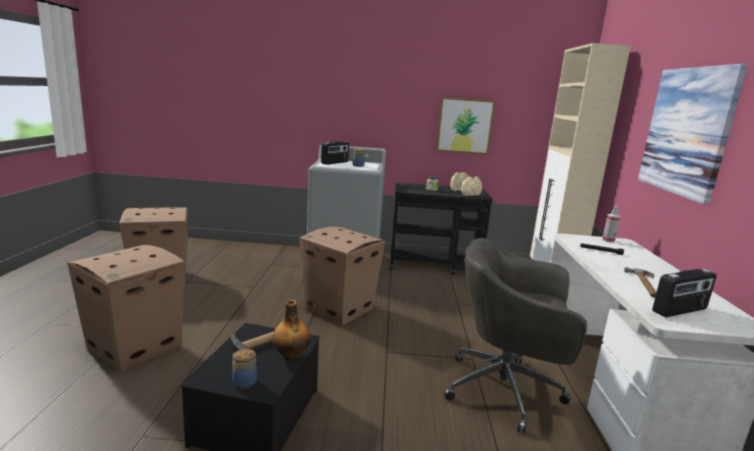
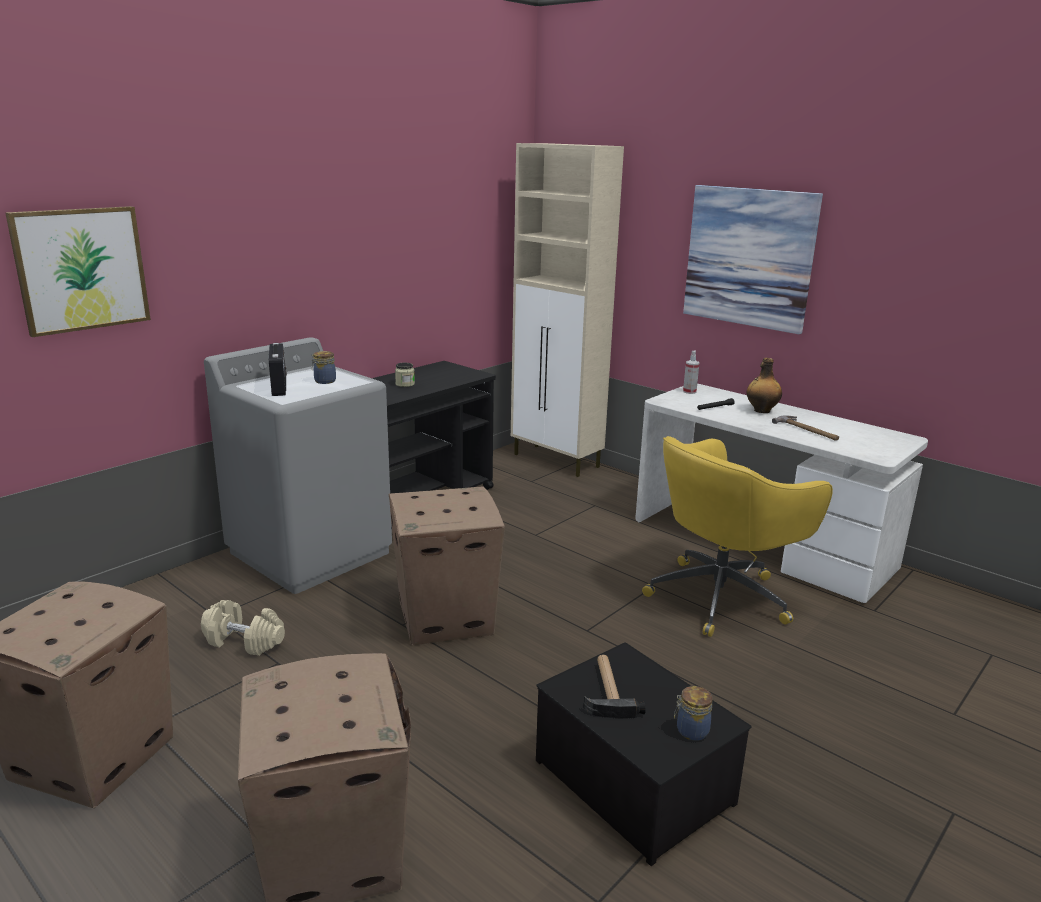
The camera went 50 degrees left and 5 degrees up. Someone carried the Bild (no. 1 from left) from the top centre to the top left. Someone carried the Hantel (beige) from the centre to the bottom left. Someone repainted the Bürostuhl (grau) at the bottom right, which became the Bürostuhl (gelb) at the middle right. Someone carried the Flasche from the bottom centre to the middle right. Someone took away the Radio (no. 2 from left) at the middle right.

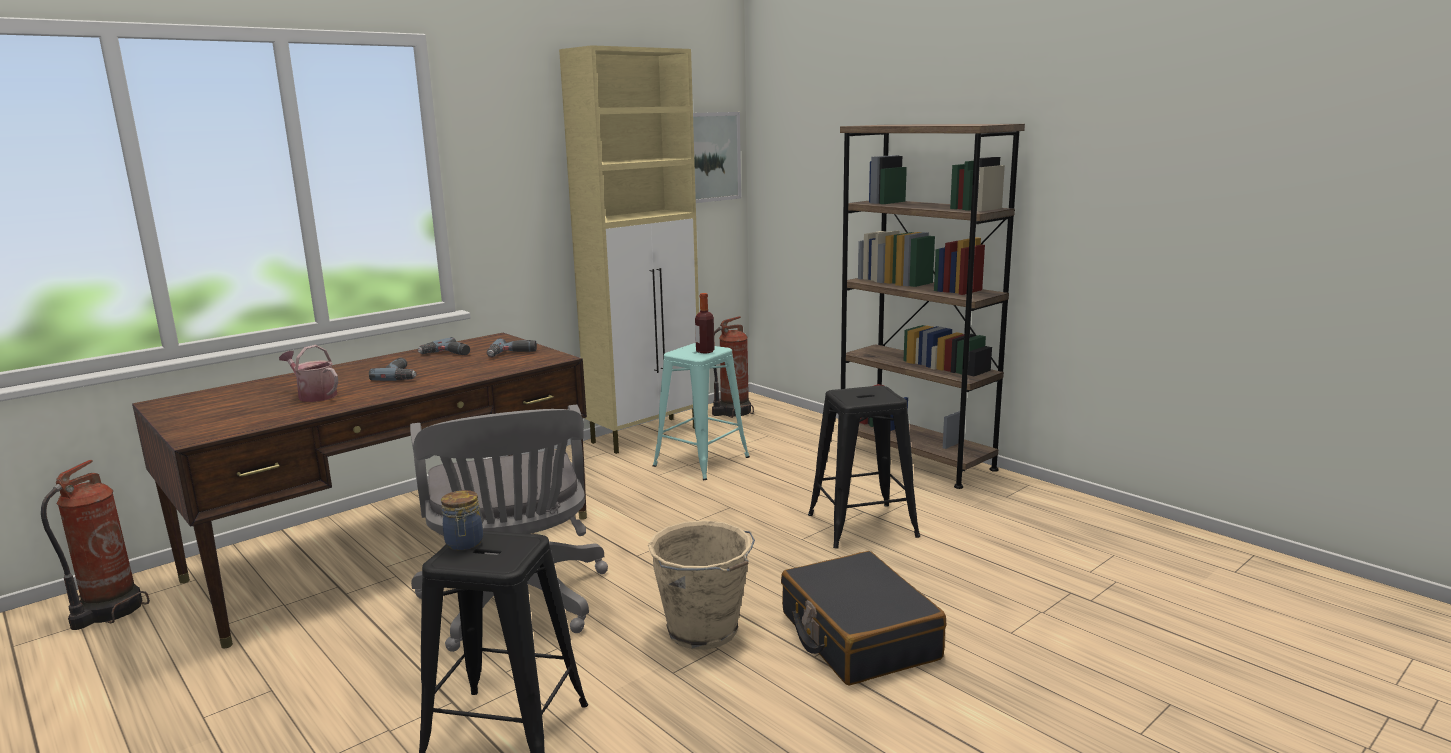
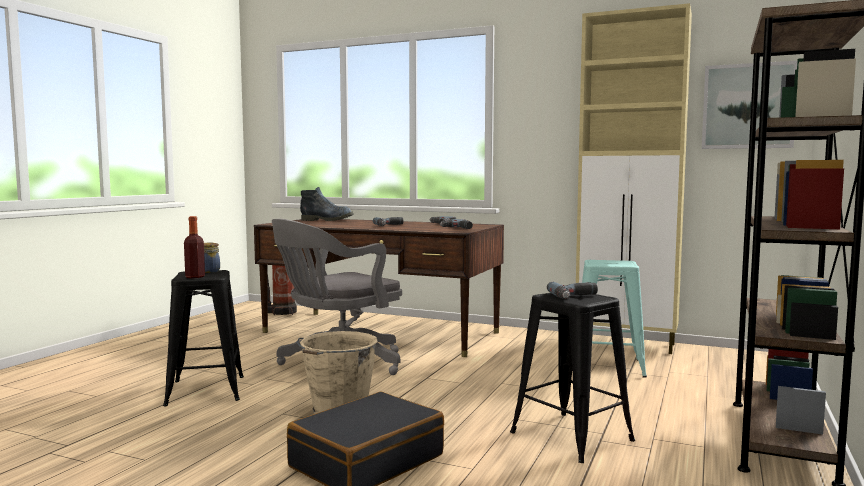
The camera went 65 degrees right and 10 degrees down. Someone carried the Flasche from the centre to the middle left. Someone put down the Stiefel at the centre. Someone put down the Bohrmaschine (no. 4 from left) at the centre. Someone took away the Gießkanne at the middle left. Someone took away the Feuerlöscher (no. 2 from left) at the centre.

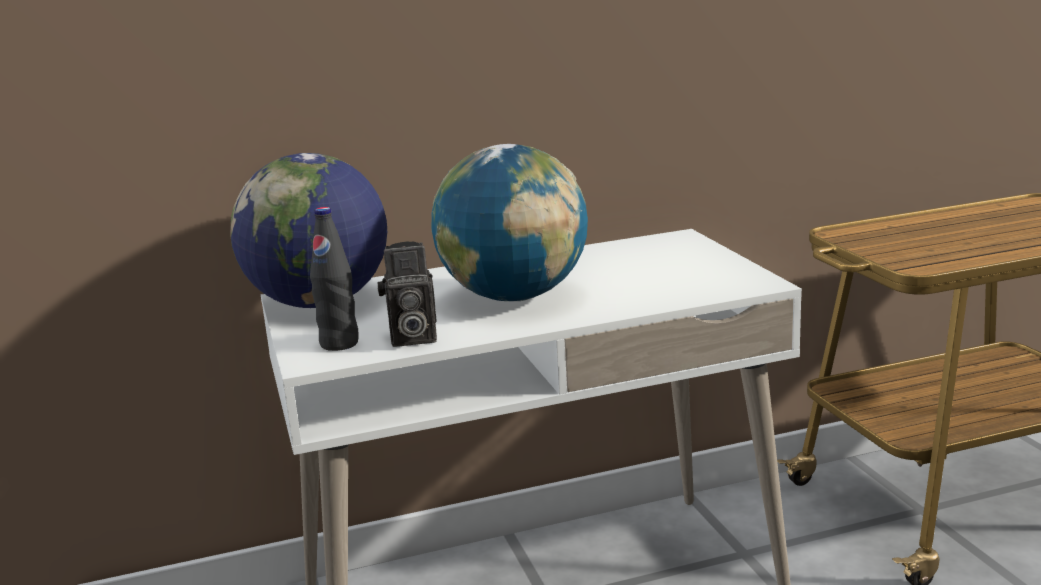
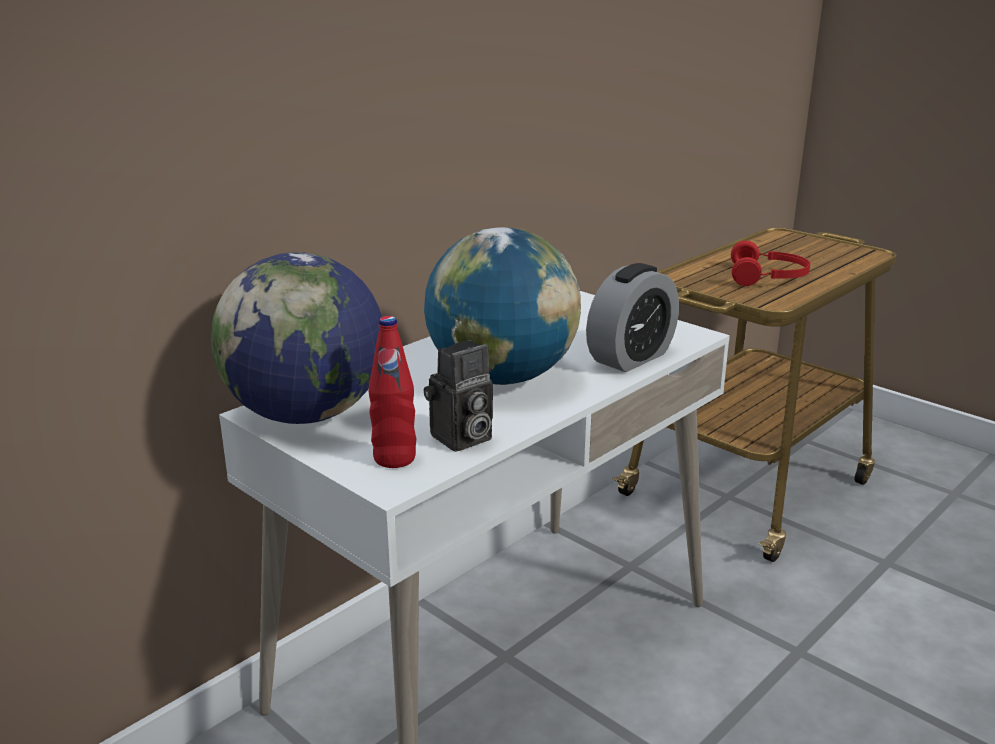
The camera went 30 degrees left and 5 degrees up. Someone repainted the Flasche (schwarz) at the middle left, which became the Flasche (rot) at the centre. Someone put down the Wecker at the centre. Someone put down the Kopfhörer (rot) at the middle right.

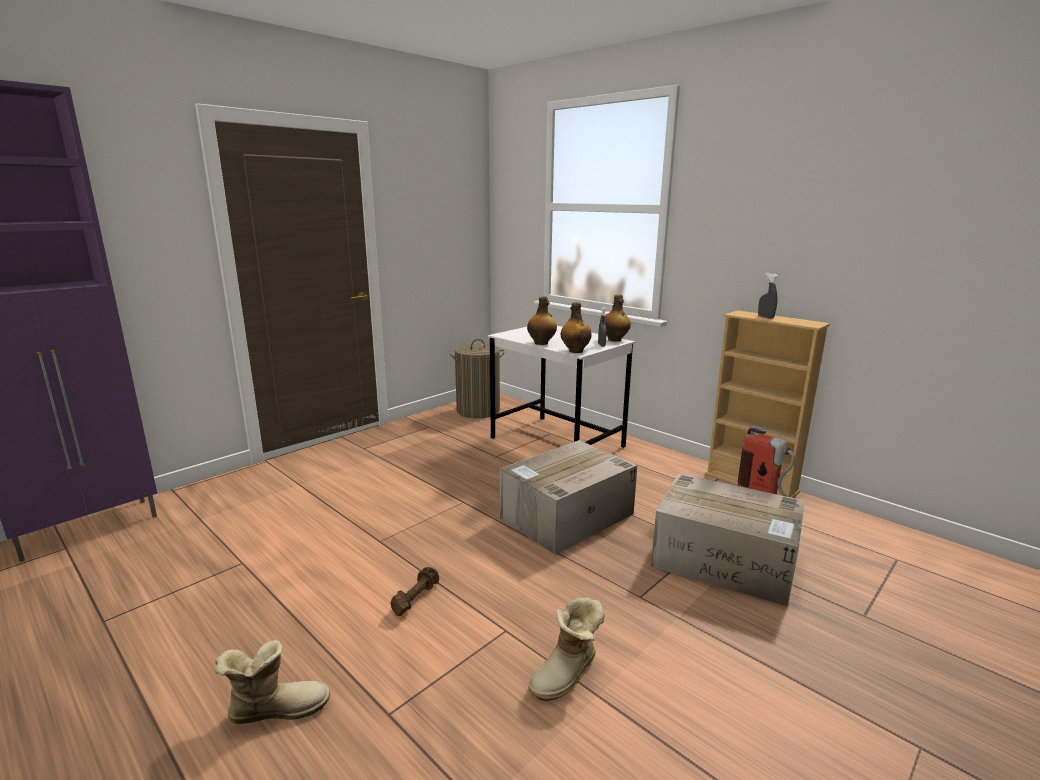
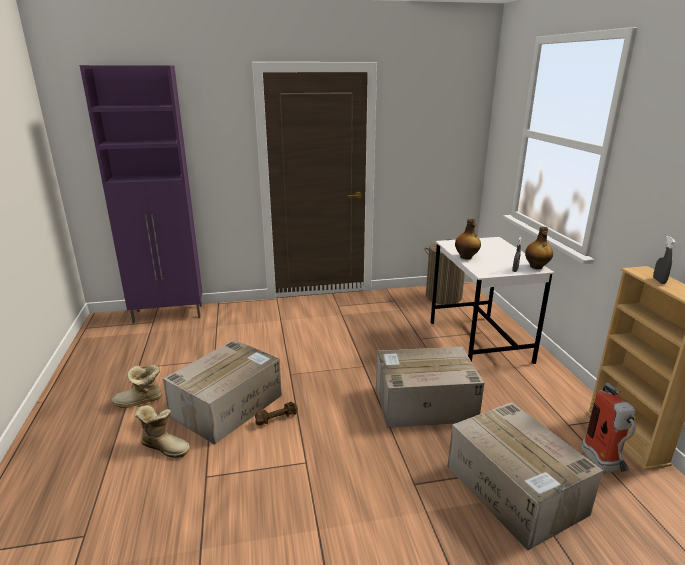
The camera went 35 degrees right and 5 degrees up. Someone carried the Stiefel (no. 2 from left in the first image) from the bottom centre to the bottom left. Someone put down the Karton (no. 1 from left) at the bottom left. Someone took away the Flasche (no. 2 from left) at the centre.

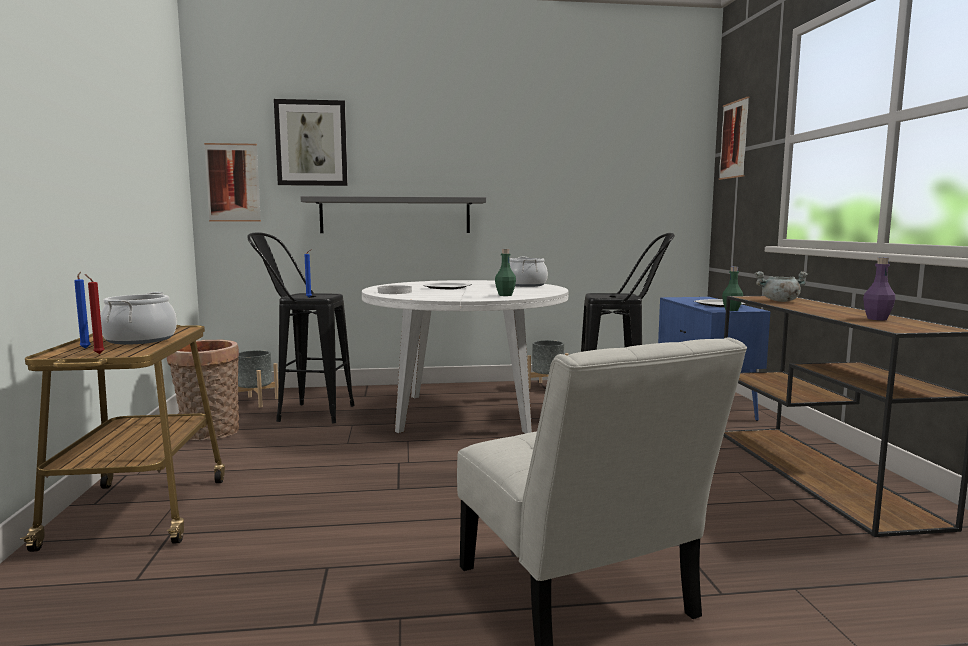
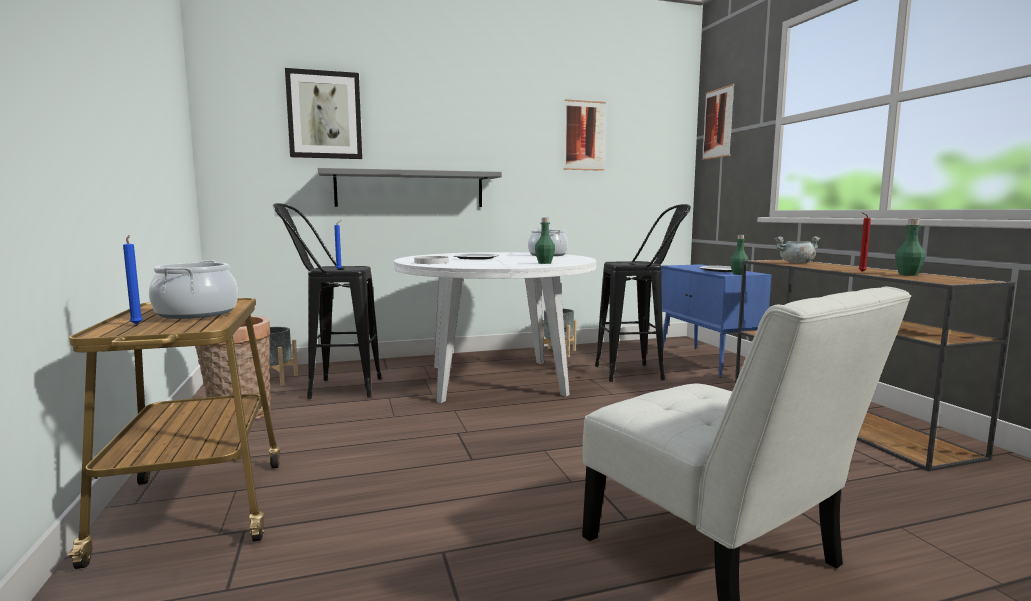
The camera went 10 degrees left and 0 degrees up. Someone carried the Bild (no. 1 from left in the first image) from the top left to the top centre. Someone carried the Kerze (rot) from the middle left to the middle right. Someone repainted the Flasche (lila) at the middle right, which became the Flasche (grün) (no. 3 from left) at the middle right.

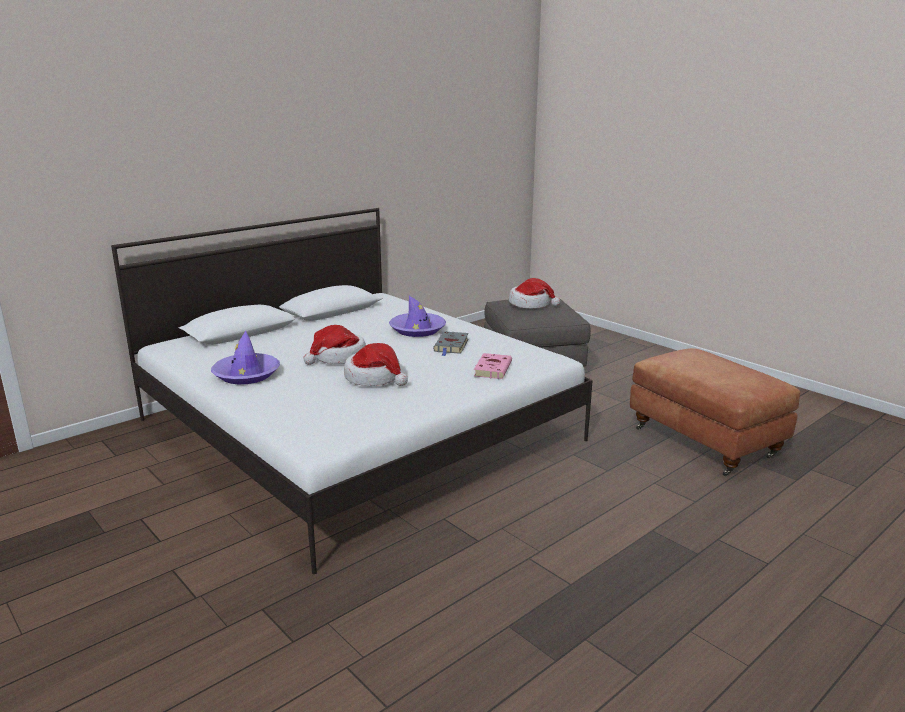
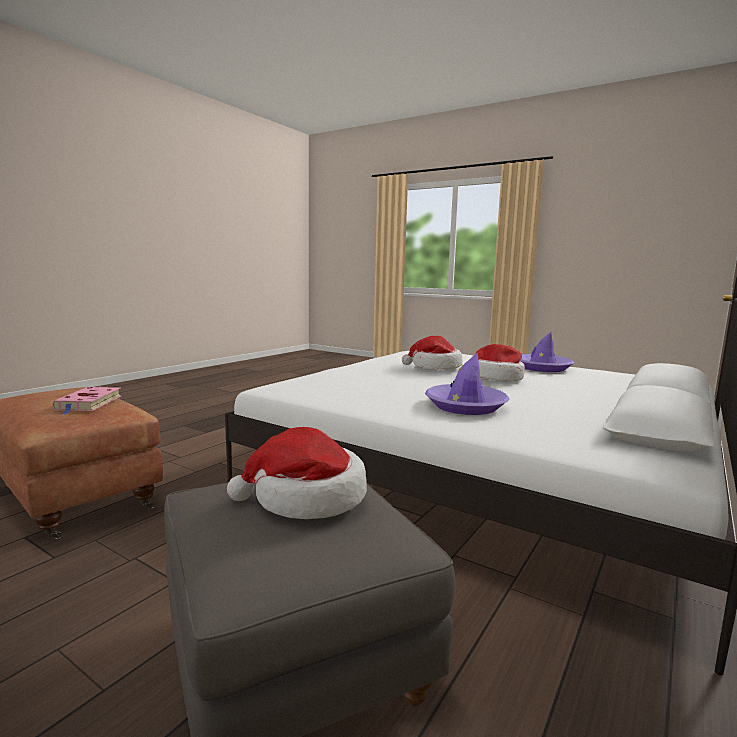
The camera went 165 degrees right and 10 degrees down. Someone carried the Buch (rosa) from the centre to the middle left. Someone took away the Buch (grau) at the centre.

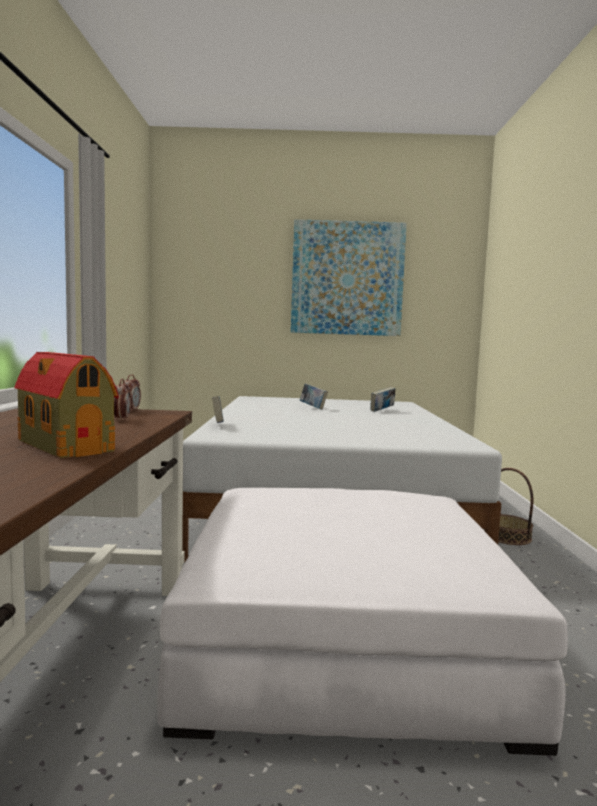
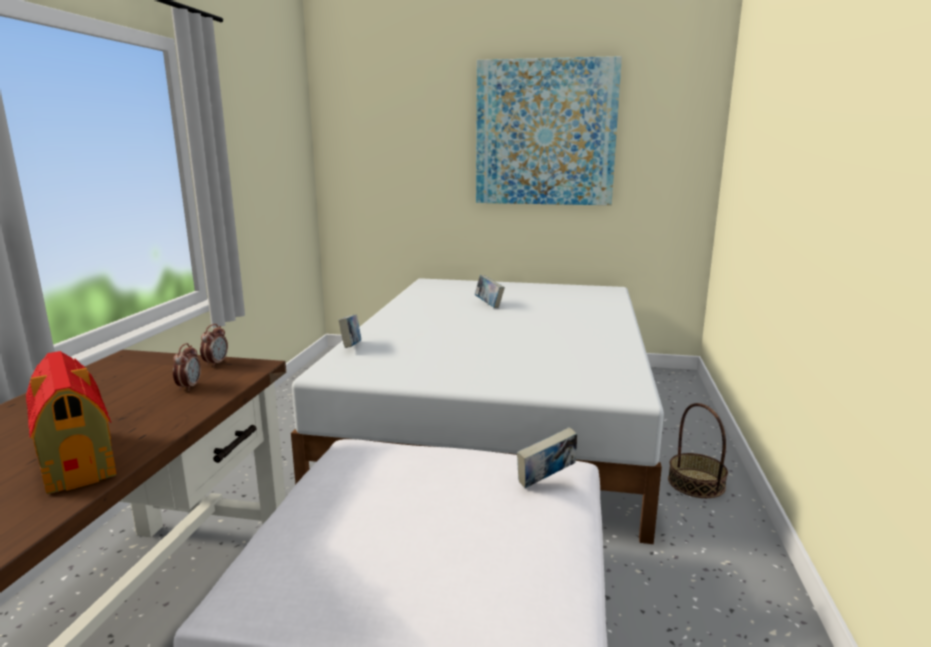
The camera went 10 degrees right and 10 degrees up. Someone carried the Buch (no. 3 from left) from the centre to the bottom centre.

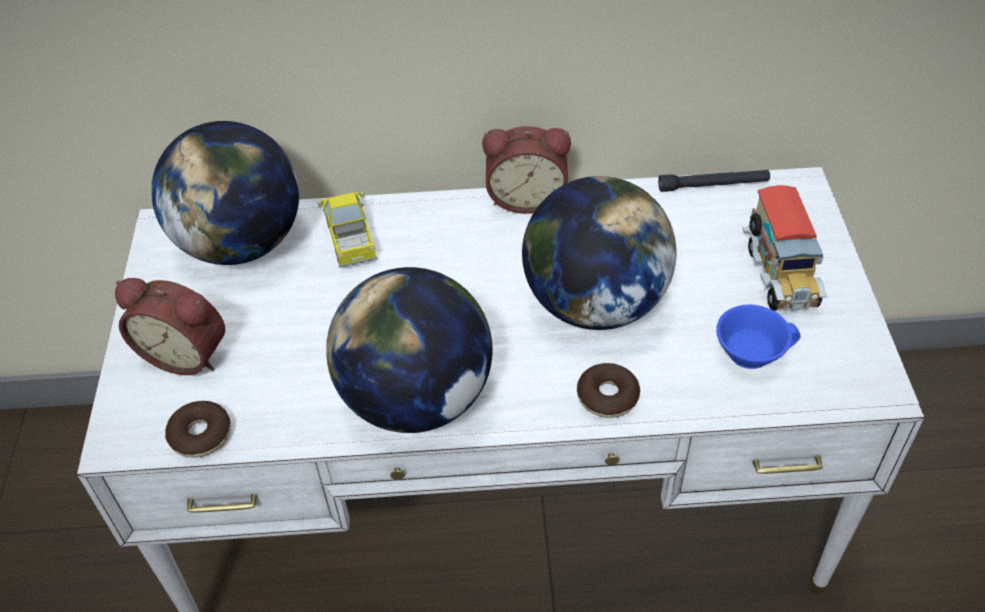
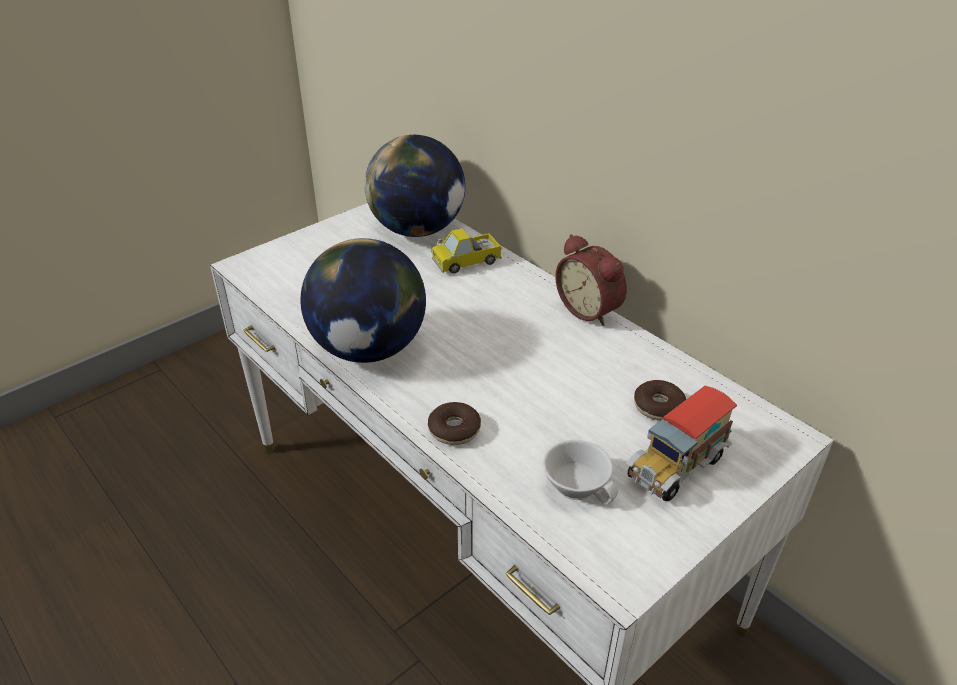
The camera went 50 degrees right and 10 degrees down. Someone rotated the Spielzeuglaster (no. 1 from left) at the centre by 150 degrees counterclockwise. Someone repainted the Tasse (blau) at the middle right, which became the Tasse (weiß) at the bottom centre. Someone carried the Donut (no. 1 from left in the first image) from the bottom left to the middle right. Someone took away the Wecker (no. 1 from left) at the middle left. Someone took away the Globus (no. 3 from left) at the centre. Someone took away the Taschenlampe (schwarz) at the top right.

